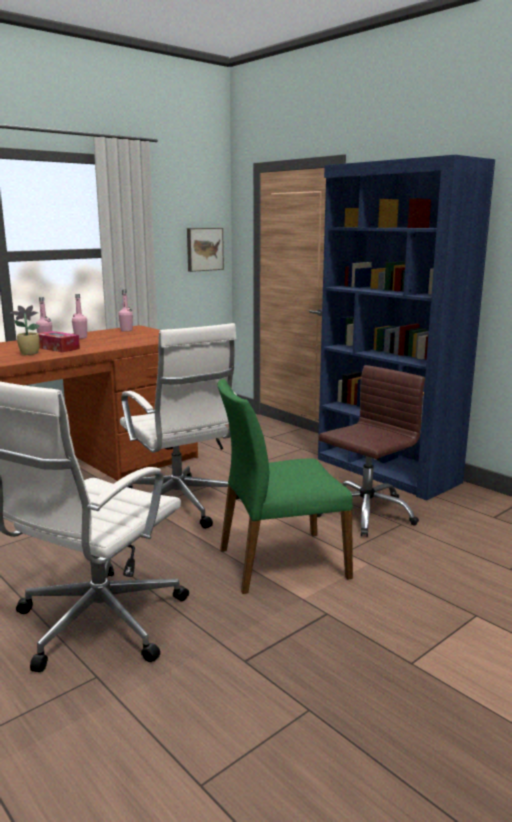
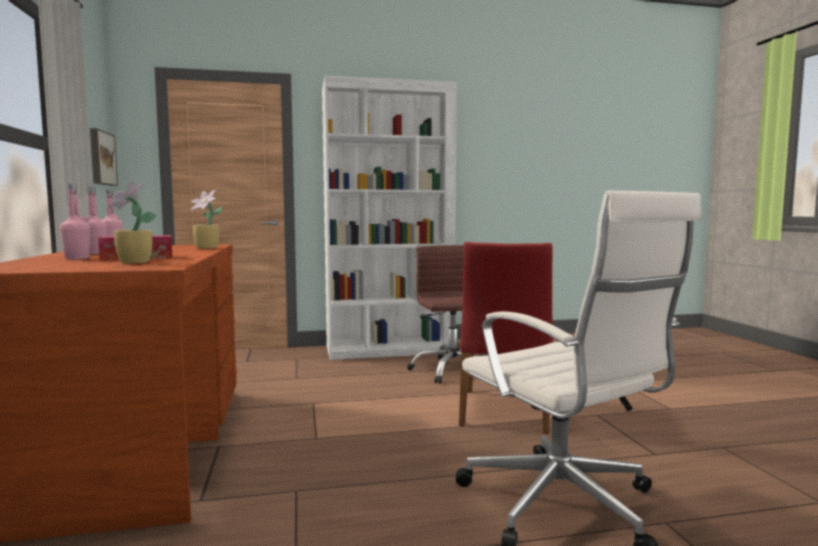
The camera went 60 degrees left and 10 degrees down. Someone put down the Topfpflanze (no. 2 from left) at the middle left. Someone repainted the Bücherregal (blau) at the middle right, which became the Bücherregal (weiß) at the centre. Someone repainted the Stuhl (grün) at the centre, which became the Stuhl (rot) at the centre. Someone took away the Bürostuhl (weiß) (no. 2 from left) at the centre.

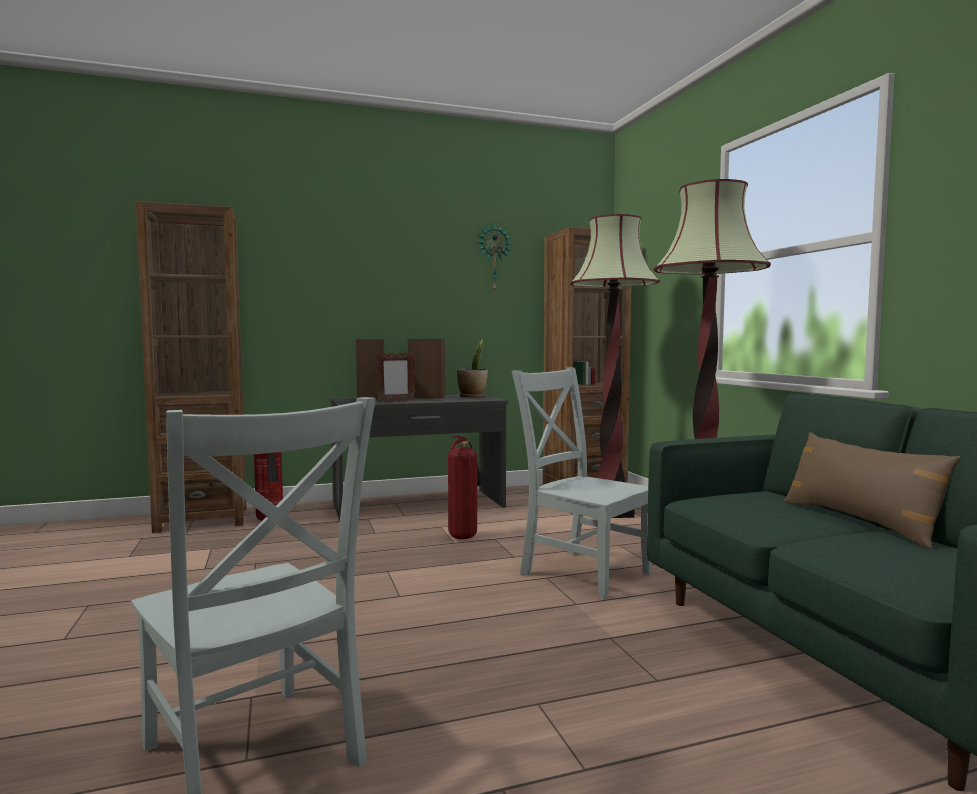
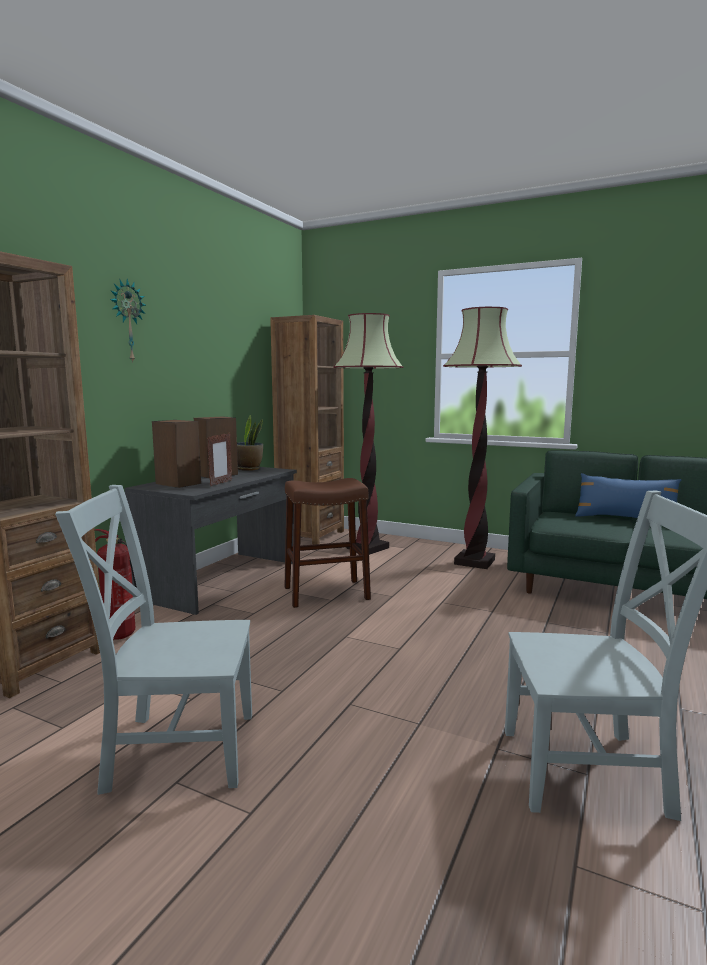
The camera went 45 degrees left and 5 degrees up. Someone carried the Stuhl (grau) (no. 2 from left in the first image) from the centre to the middle left. Someone carried the Wanduhr from the top centre to the top left. Someone swapped the Feuerlöscher (no. 2 from left) at the centre for the Hocker (braun) at the centre. Someone repainted the Kissen (braun) at the middle right, which became the Kissen (blau) at the middle right.

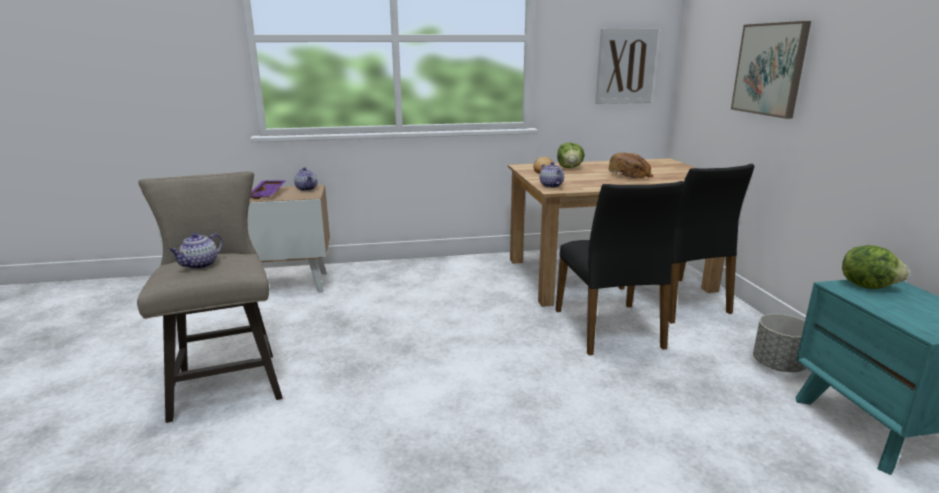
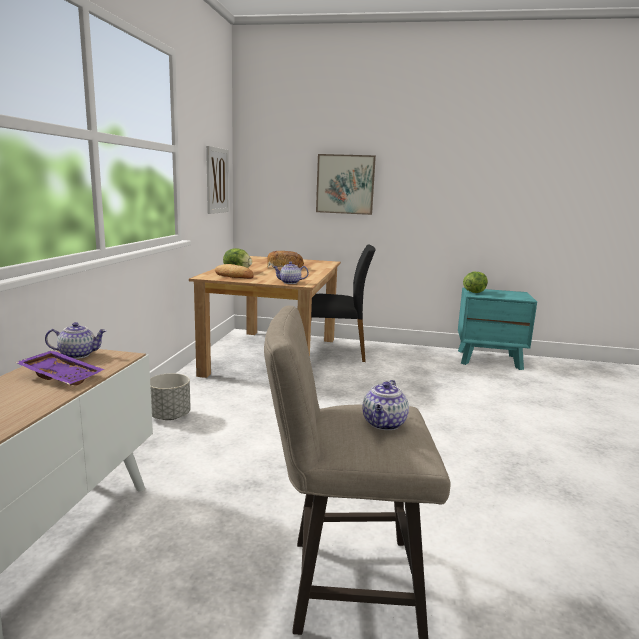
The camera went 70 degrees left and 5 degrees down. Someone carried the Pflanzkübel (grau) from the bottom right to the middle left. Someone rotated the Teekanne (no. 1 from left in the first image) at the middle left by 60 degrees clockwise. Someone took away the Stuhl (schwarz) (no. 1 from left) at the centre.

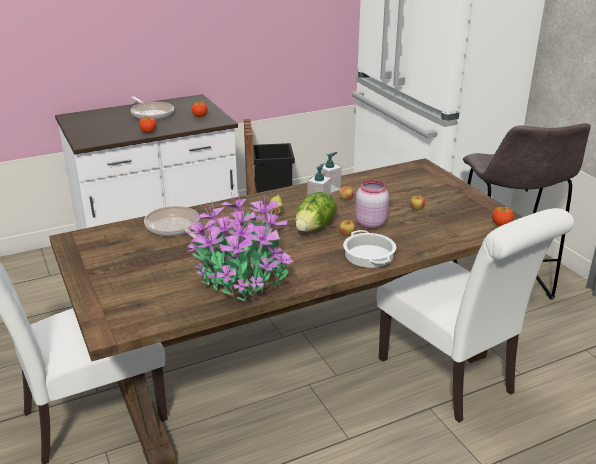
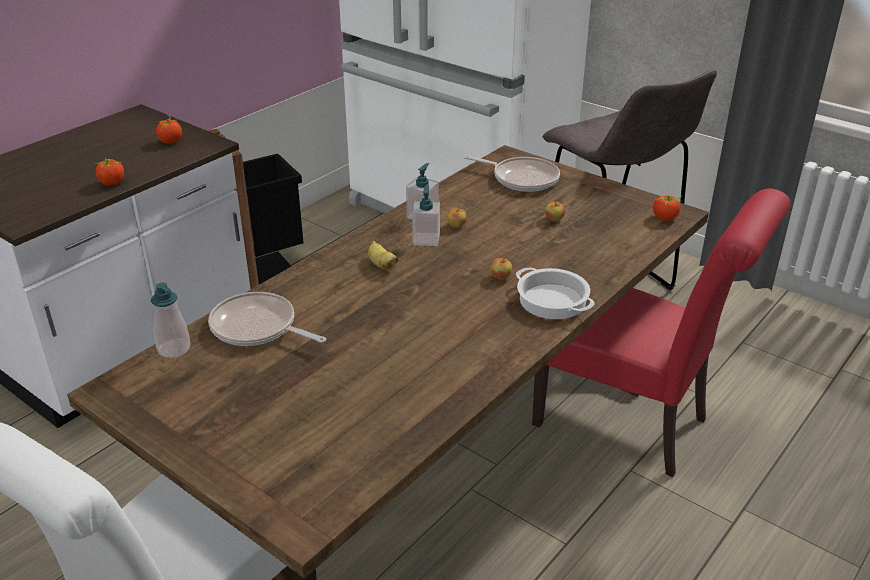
The camera went 25 degrees left and 5 degrees up. Someone put down the Seifenspender (no. 1 from left) at the middle left. Someone carried the Pfanne (no. 1 from left in the first image) from the top left to the top centre. Someone repainted the Stuhl (weiß) (no. 2 from left) at the bottom right, which became the Stuhl (rot) at the middle right. Someone took away the Topfpflanze at the centre. Someone took away the Salatkopf at the centre. Someone took away the Vorratsglas (rosa) at the centre.

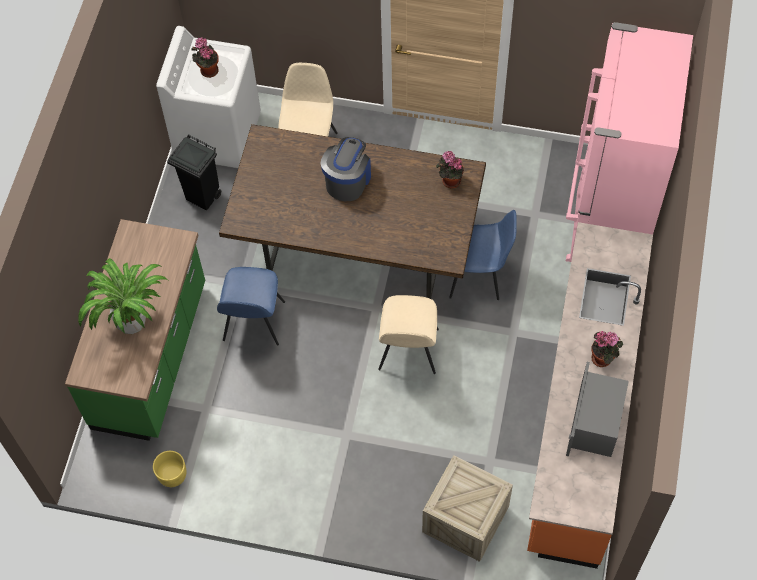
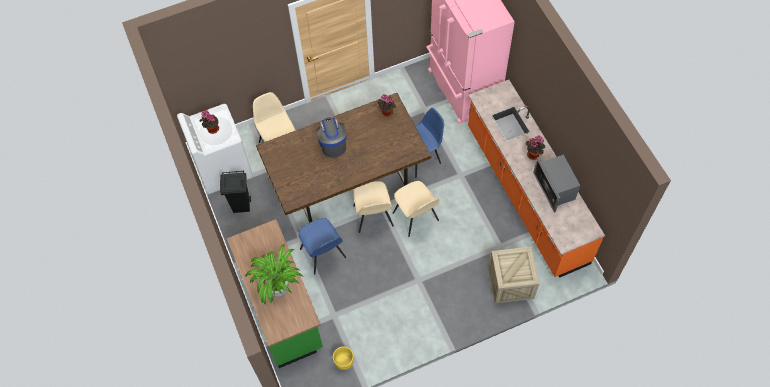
The camera went 35 degrees left and 0 degrees up. Someone put down the Stuhl (beige) (no. 2 from left) at the centre.

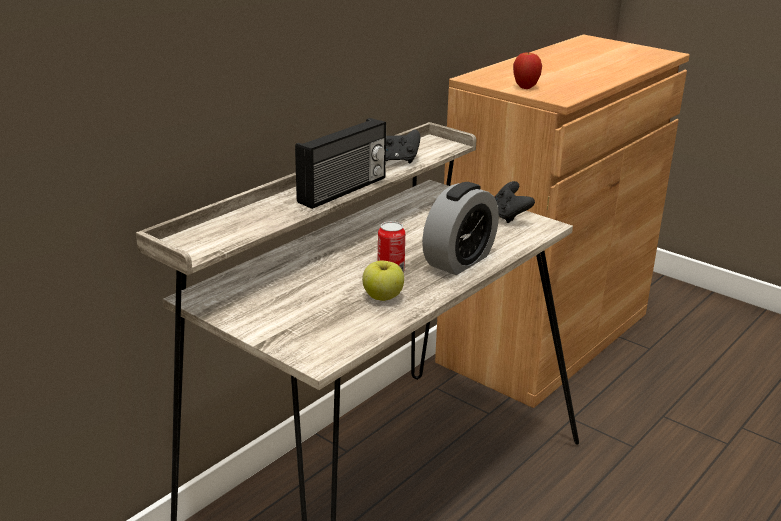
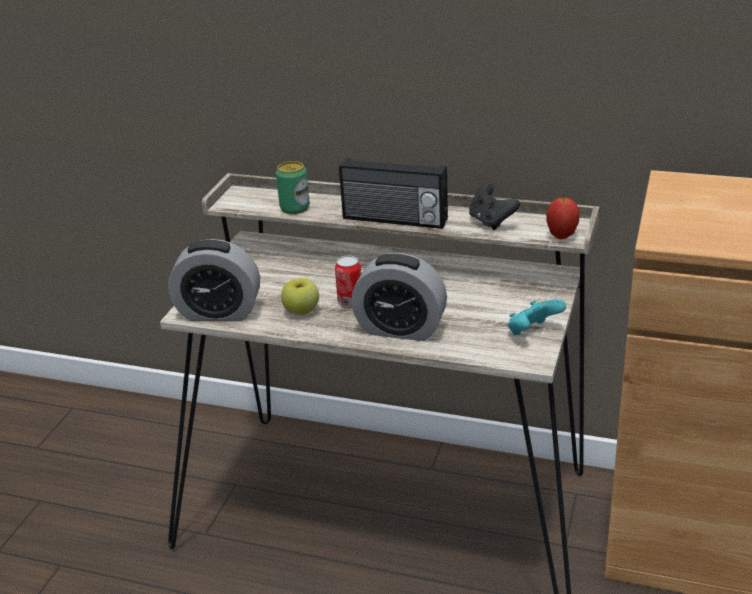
The camera went 70 degrees right and 5 degrees up. Someone put down the Wecker (no. 1 from left) at the middle left. Someone put down the Dose (no. 1 from left) at the top centre. Someone repainted the Gamepad (schwarz) (no. 2 from left) at the centre, which became the Gamepad (türkis) at the middle right. Someone carried the Apfel (no. 2 from left) from the top right to the middle right.

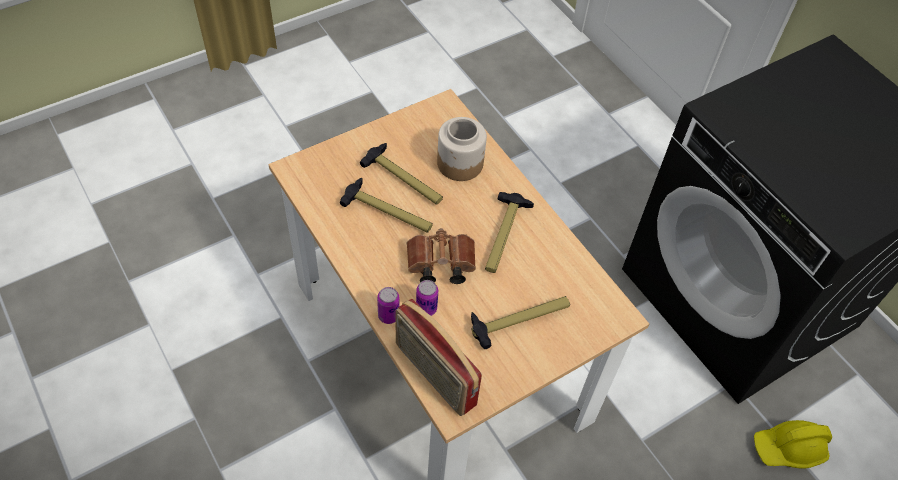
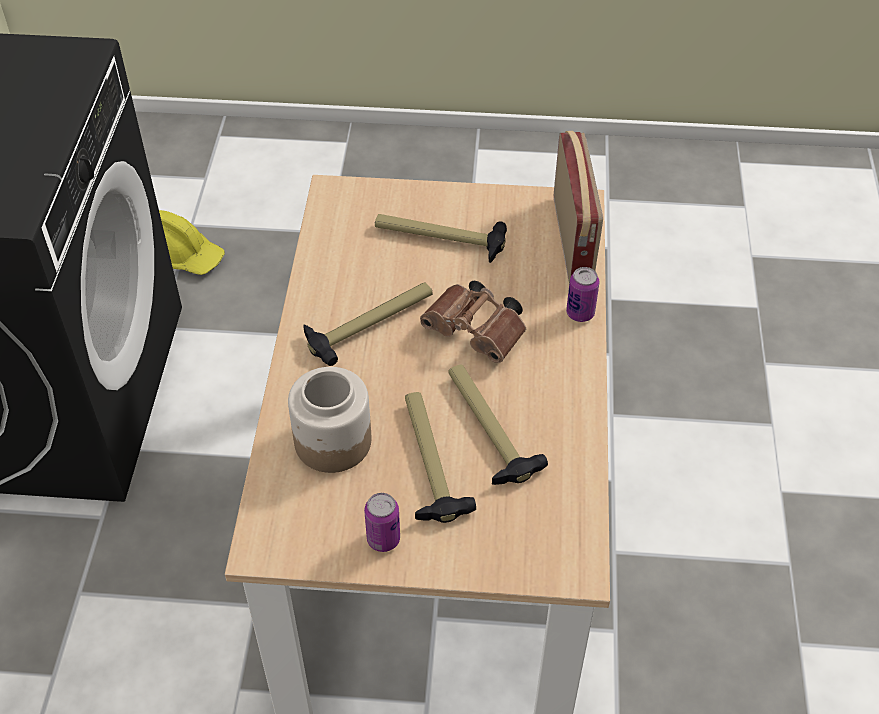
The camera went 140 degrees left and 5 degrees down. Someone carried the Dose (no. 2 from left in the first image) from the centre to the bottom centre.

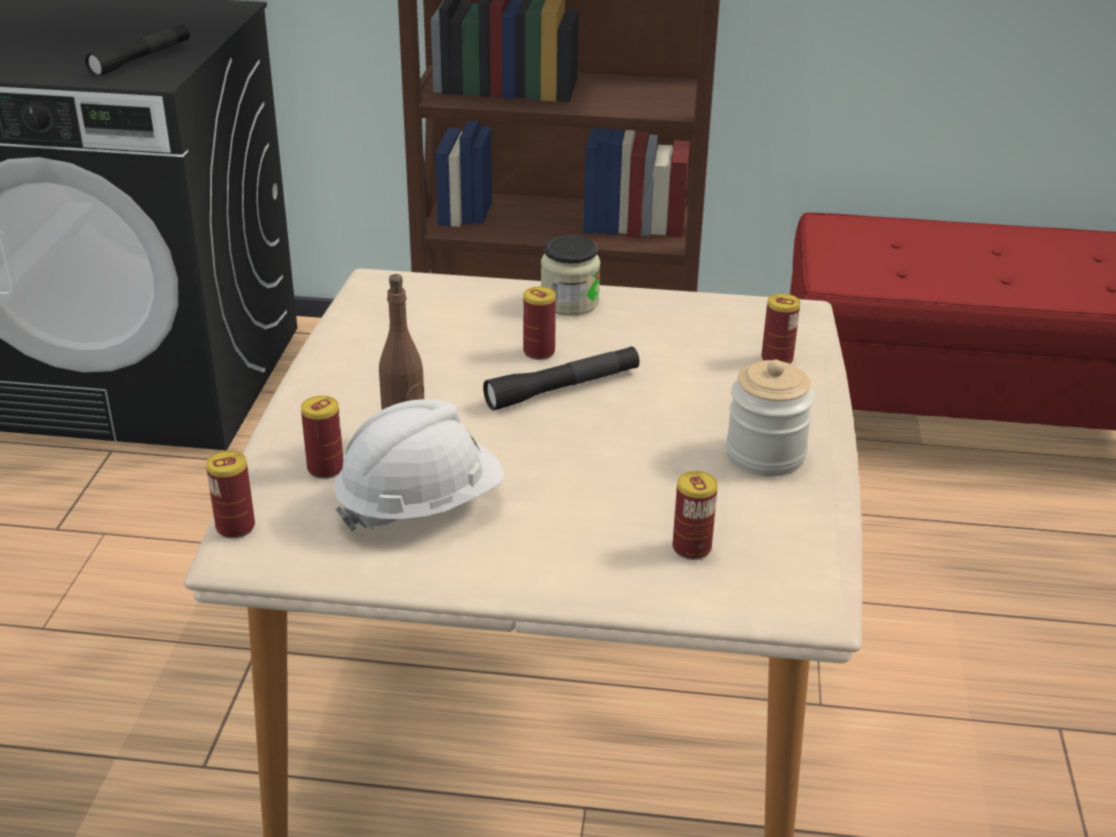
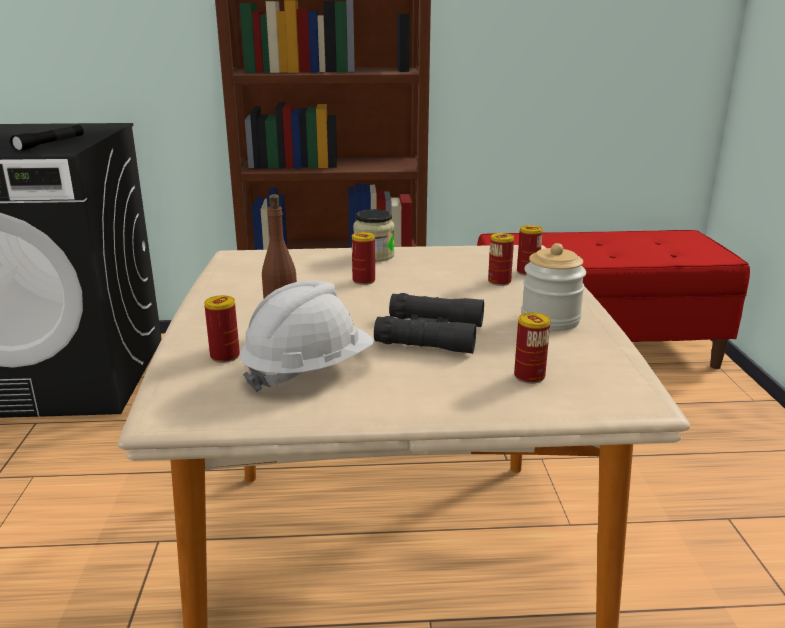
The camera went 10 degrees left and 10 degrees down. Someone put down the Fernglas (schwarz) at the centre. Someone carried the Dose (no. 1 from left in the first image) from the middle left to the centre. Someone took away the Taschenlampe (schwarz) (no. 2 from left) at the centre.

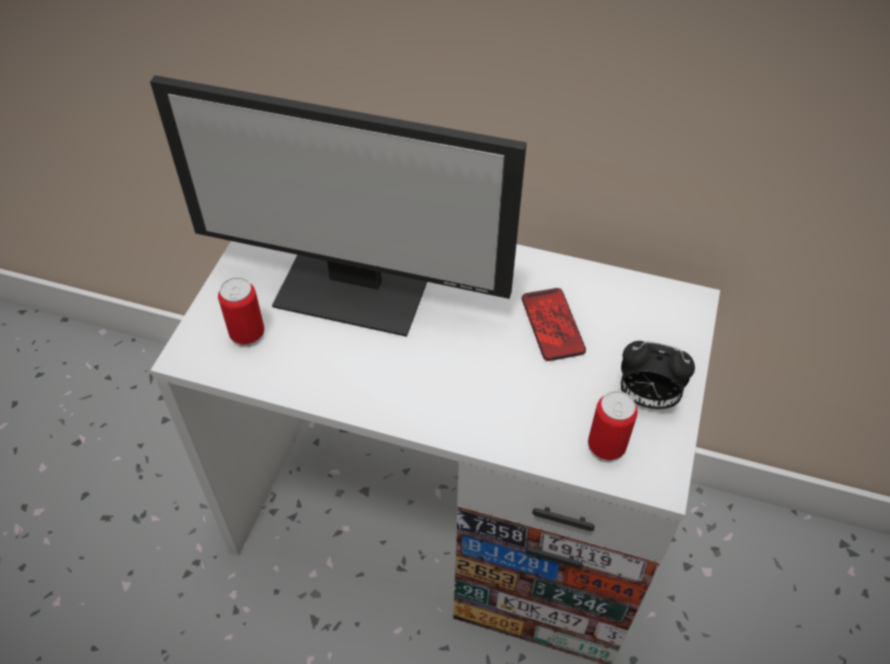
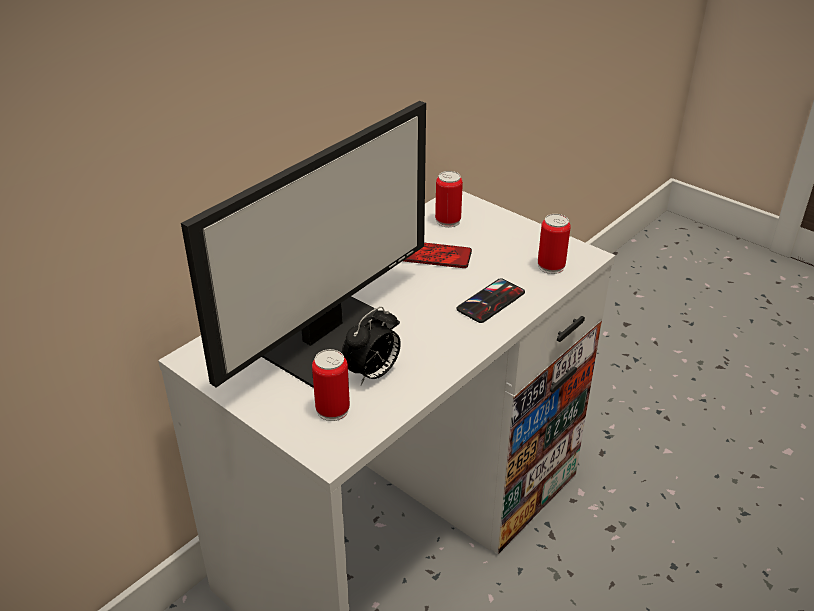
The camera went 65 degrees left and 15 degrees down. Someone carried the Wecker from the middle right to the centre. Someone put down the Dose (no. 2 from left) at the top centre. Someone put down the Handy (no. 2 from left) at the centre.

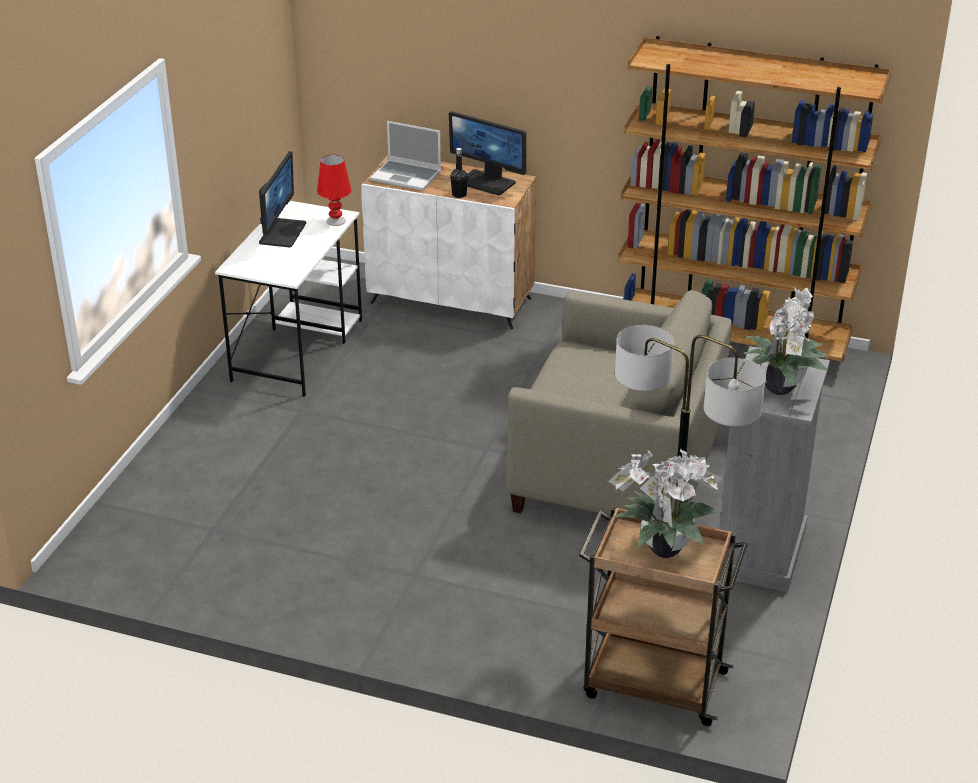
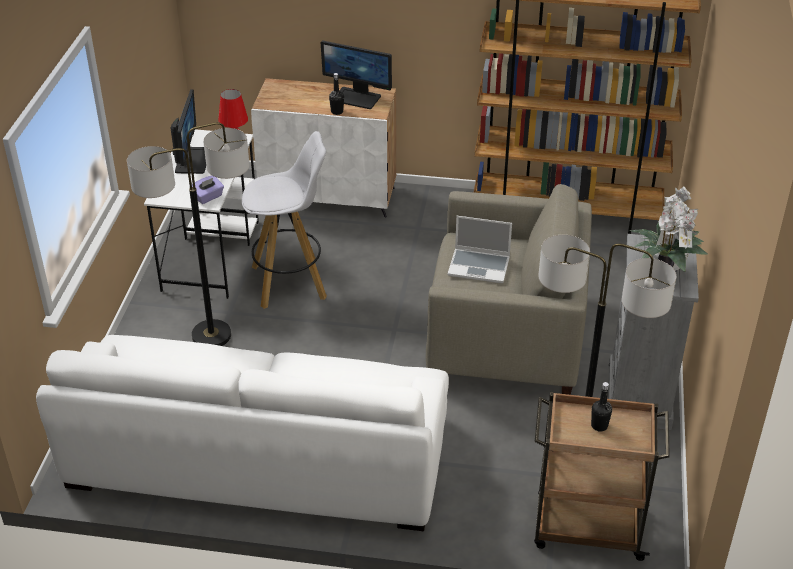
The camera went 10 degrees left and 5 degrees up. Someone put down the Sofa (weiß) at the bottom left. Someone put down the Stehlampe (no. 1 from left) at the middle left. Someone put down the Taschentuchbox (lila) at the middle left. Someone put down the Hocker (weiß) at the centre. Someone carried the Laptop from the top centre to the centre. Someone swapped the Topfpflanze (no. 1 from left) at the middle right for the Flasche (schwarz) (no. 2 from left) at the bottom right.

